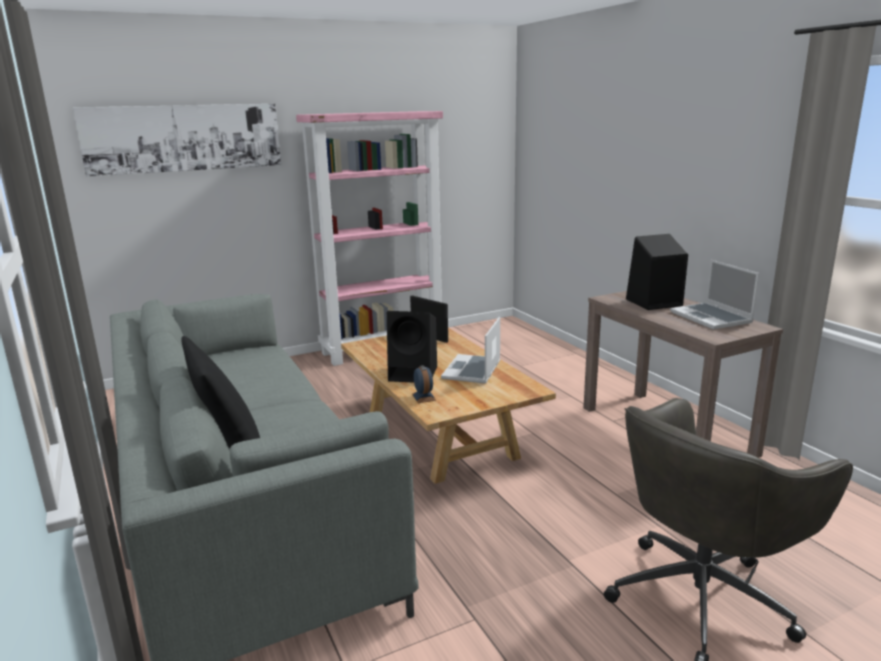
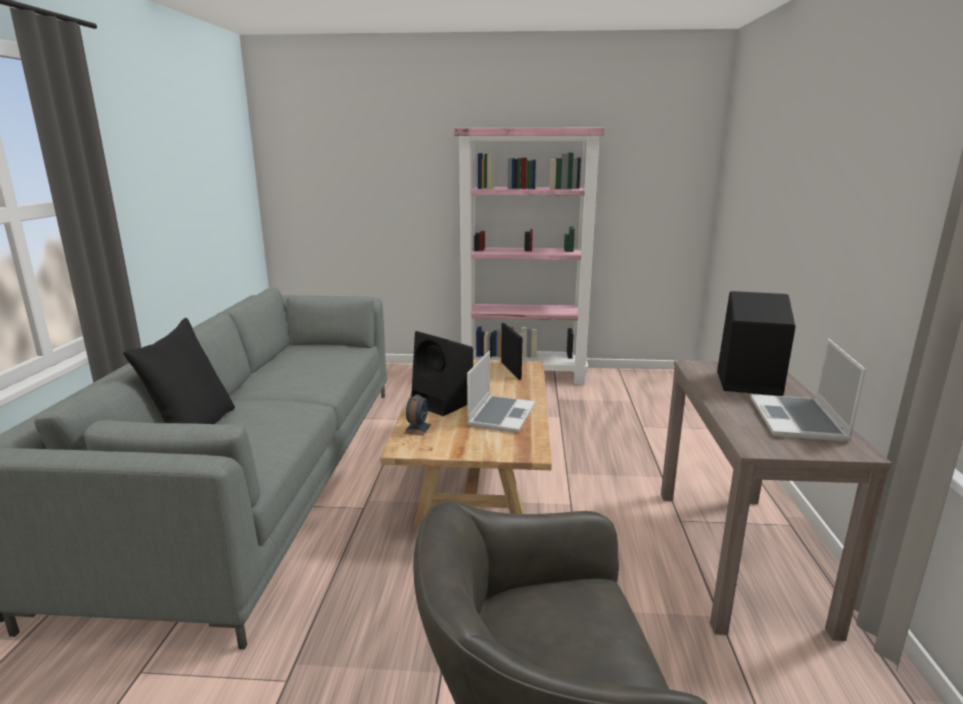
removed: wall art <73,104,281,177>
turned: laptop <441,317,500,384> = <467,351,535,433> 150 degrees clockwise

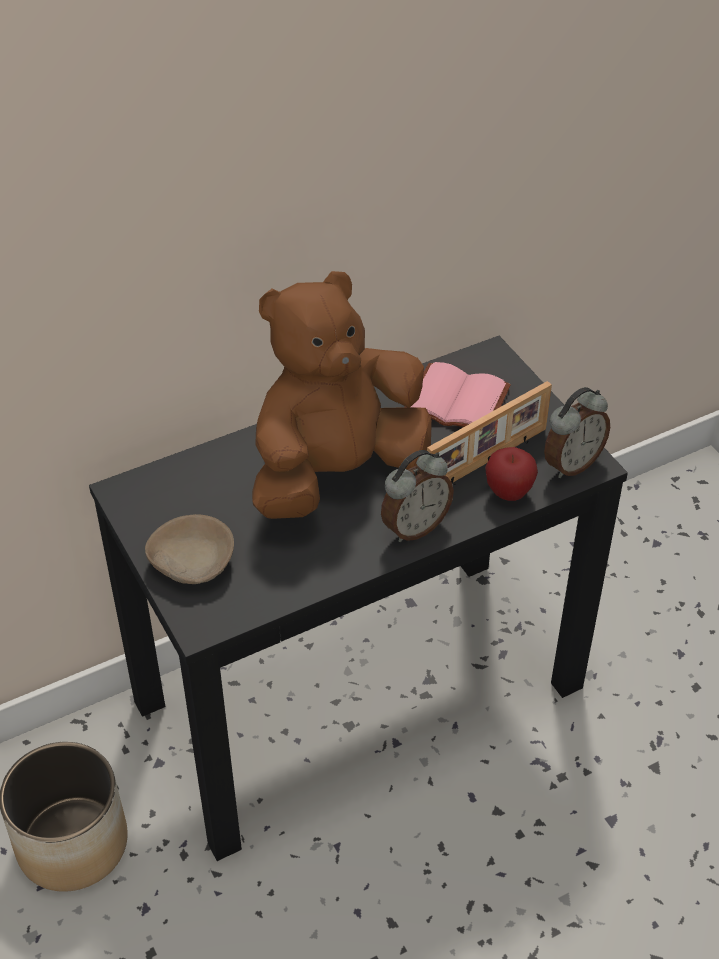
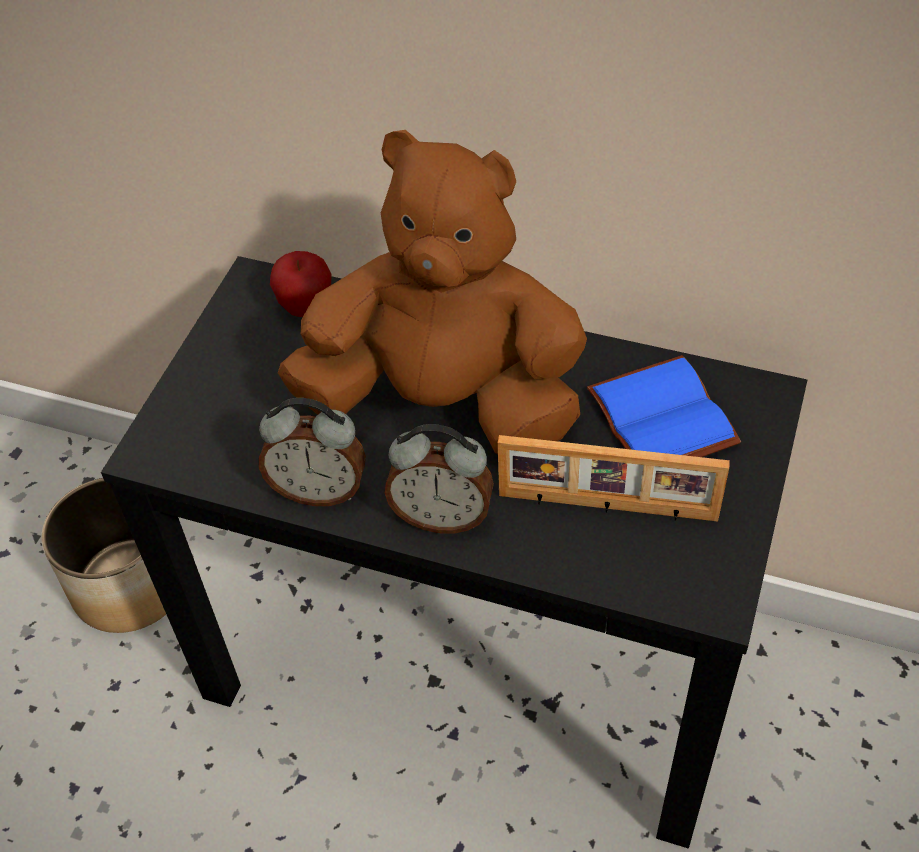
removed: deep dish/beige <145,514,234,584>
moved: alarm clock <544,387,610,478> to <259,398,366,506>; whole apple <485,447,538,501> to <270,251,331,317>
recoloured: bound book/pink <405,362,511,427> to bound book/blue-coloured <587,355,741,457>

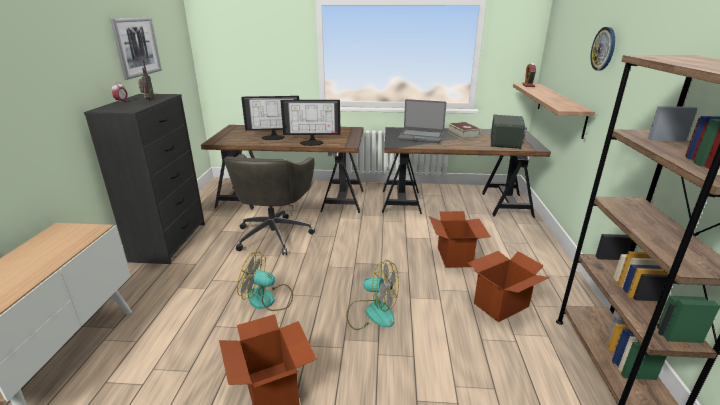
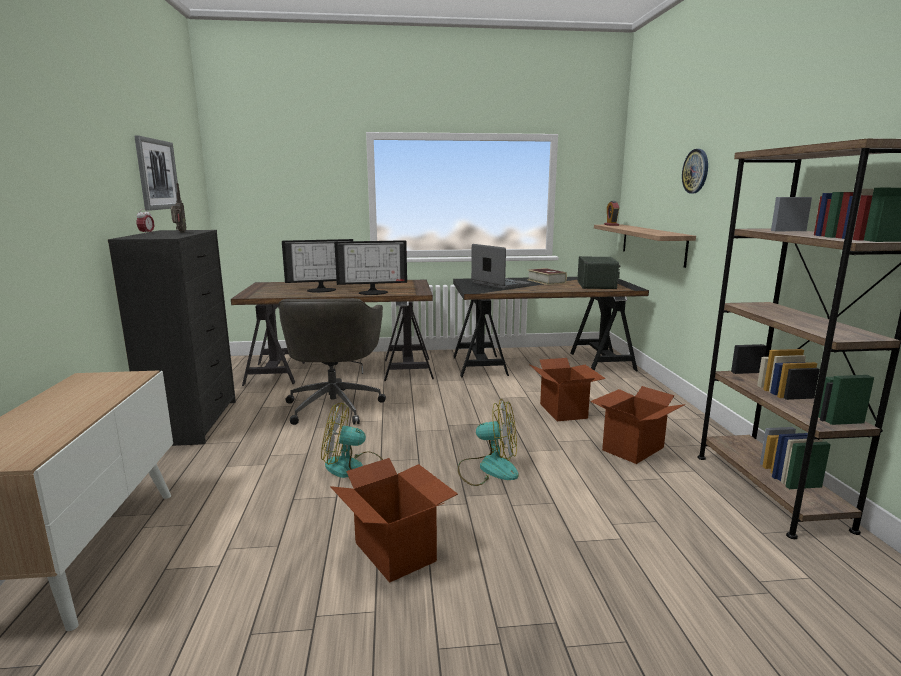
turned: laptop <398,99,446,143> = <471,244,531,289> 135 degrees counterclockwise

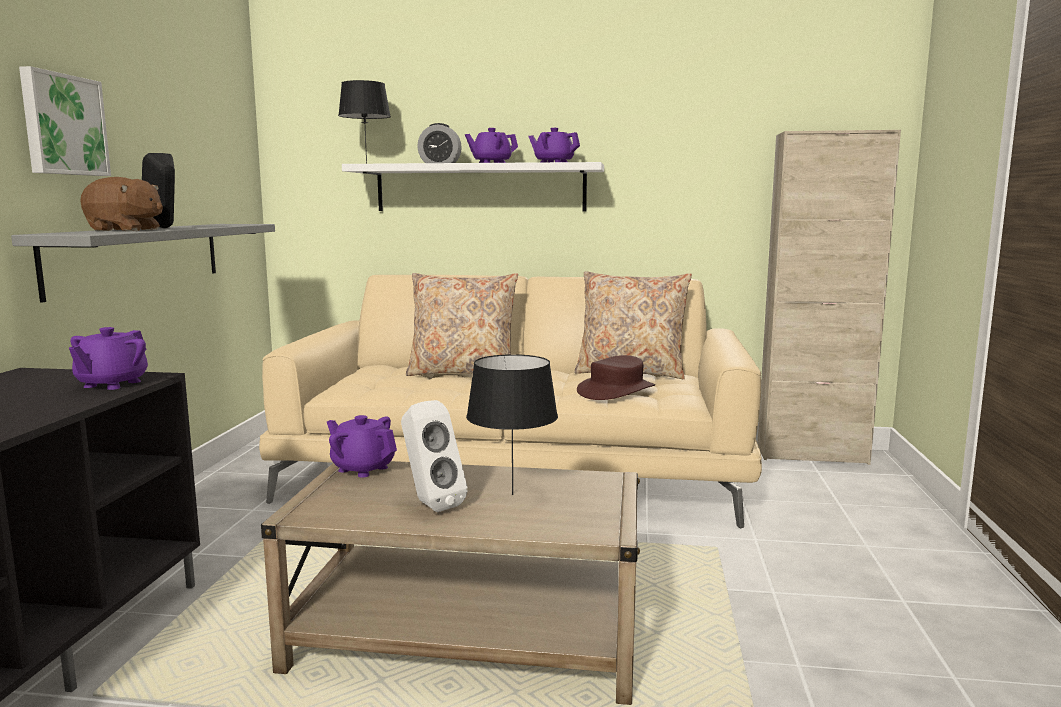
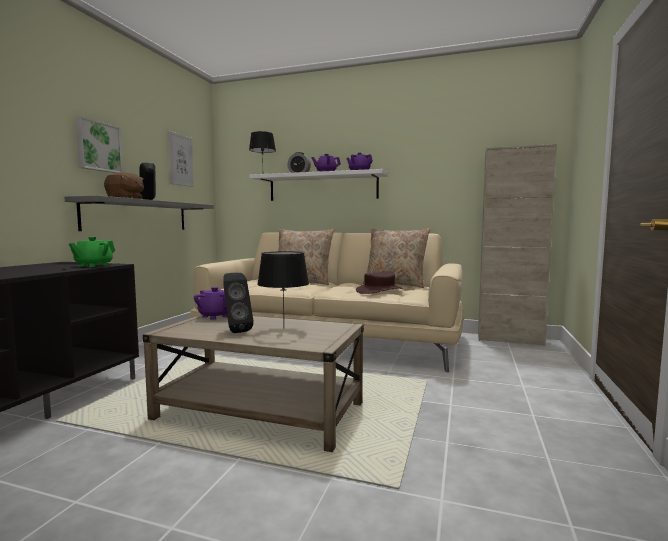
added: wall art <168,131,194,187>
recoloured: tea pot/purple <69,327,148,390> to tea pot/green-coloured <69,237,115,267>; audio speaker/white-coloured <401,400,468,513> to audio speaker/blackish <223,273,254,333>

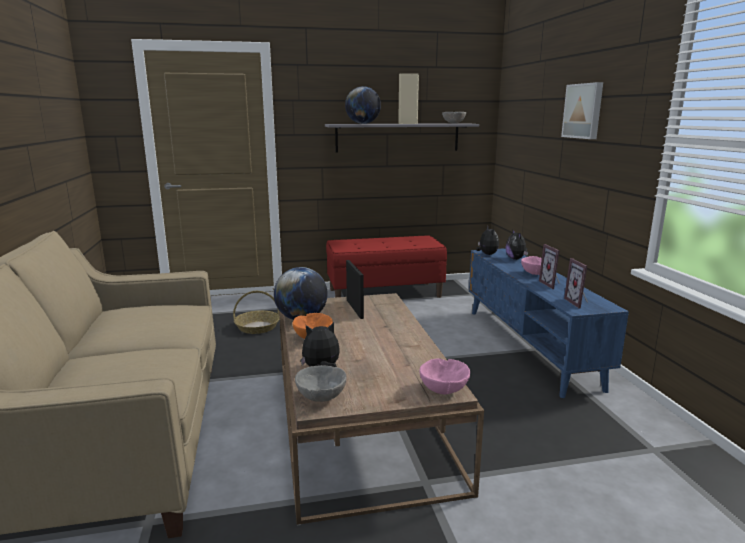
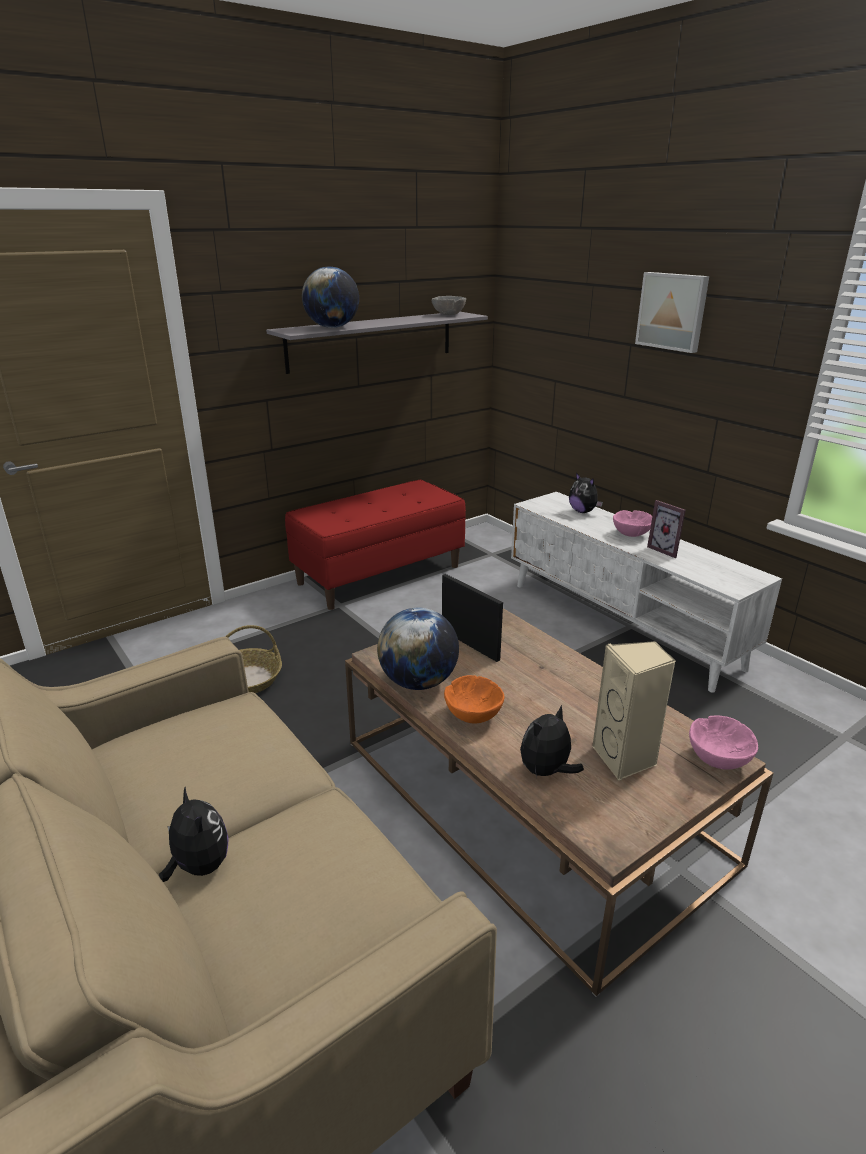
removed: deep dish/grey <295,365,346,402>; standing frame <564,258,588,308>
moved: soft toy <476,226,499,255> to <159,787,229,882>; audio speaker/beige <398,73,419,124> to <592,641,676,781>
recoloured: tv stand/blue-coloured <469,248,629,398> to tv stand/white-coloured <511,492,782,693>

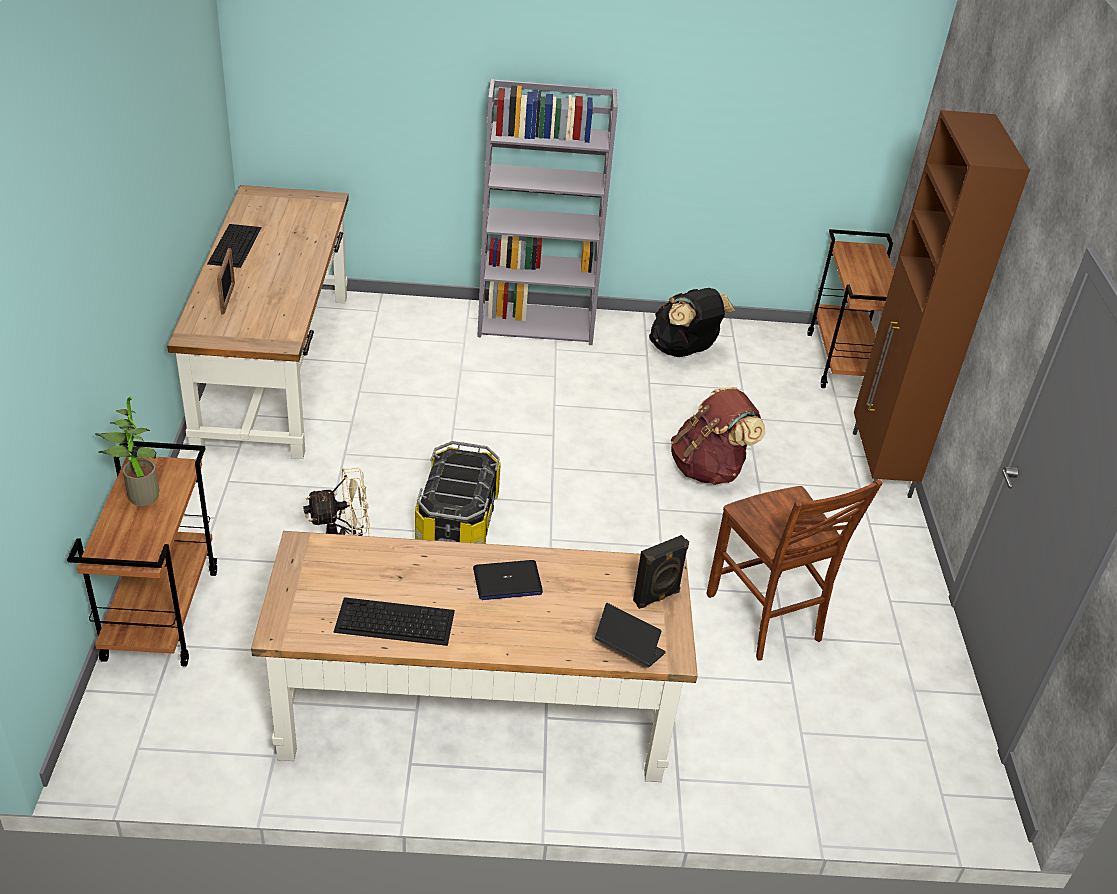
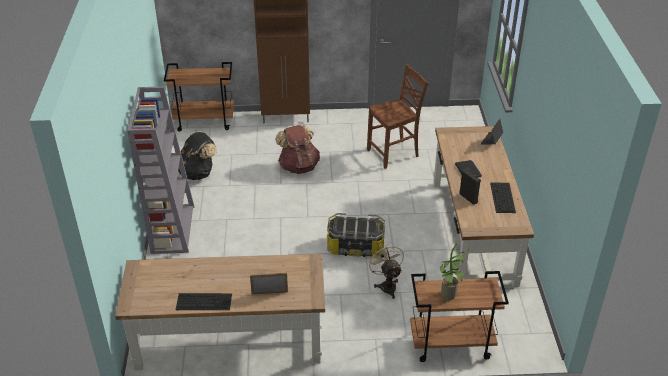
moved: audio speaker/blackish <633,535,689,609> to <459,169,481,205>

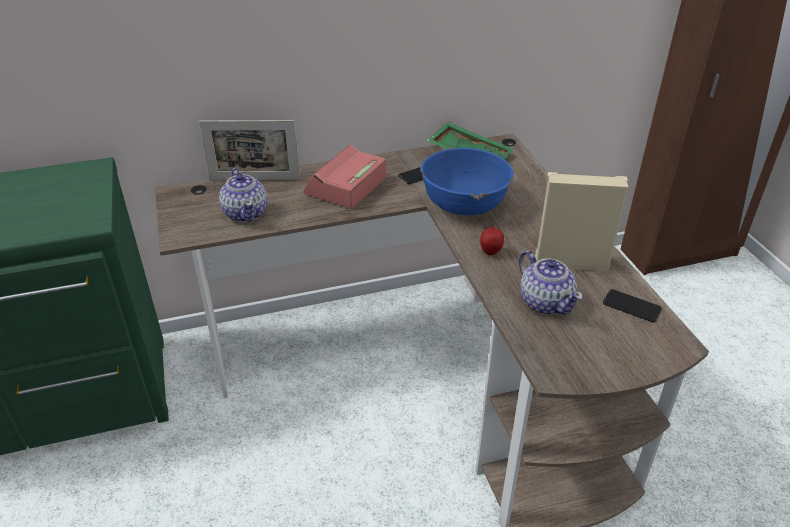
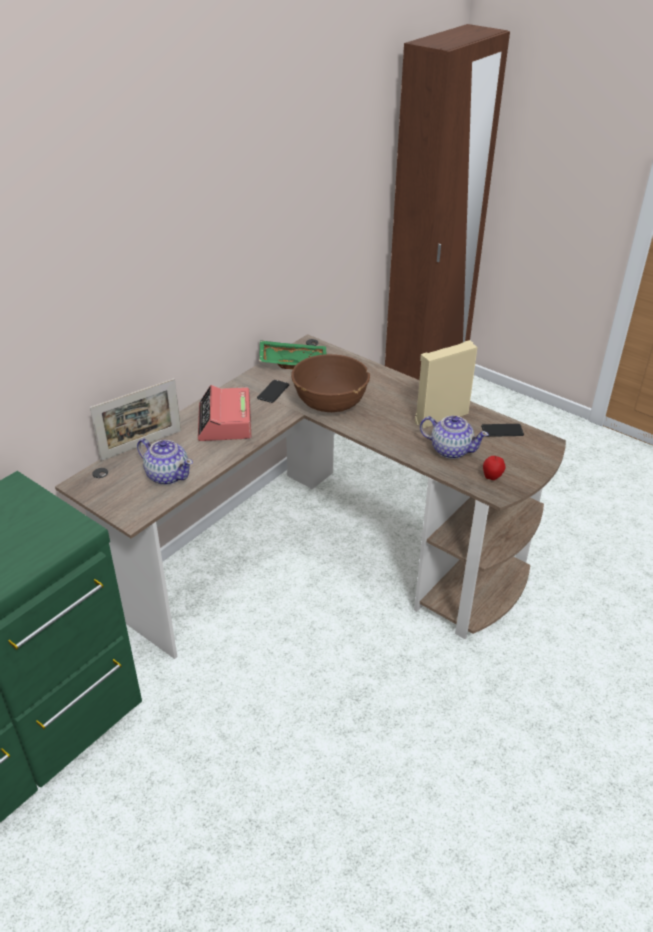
moved: whole apple <480,226,504,255> to <483,456,505,480>
recoloured: deep dish/blue-coloured <420,148,514,215> to deep dish/brown <291,354,370,412>

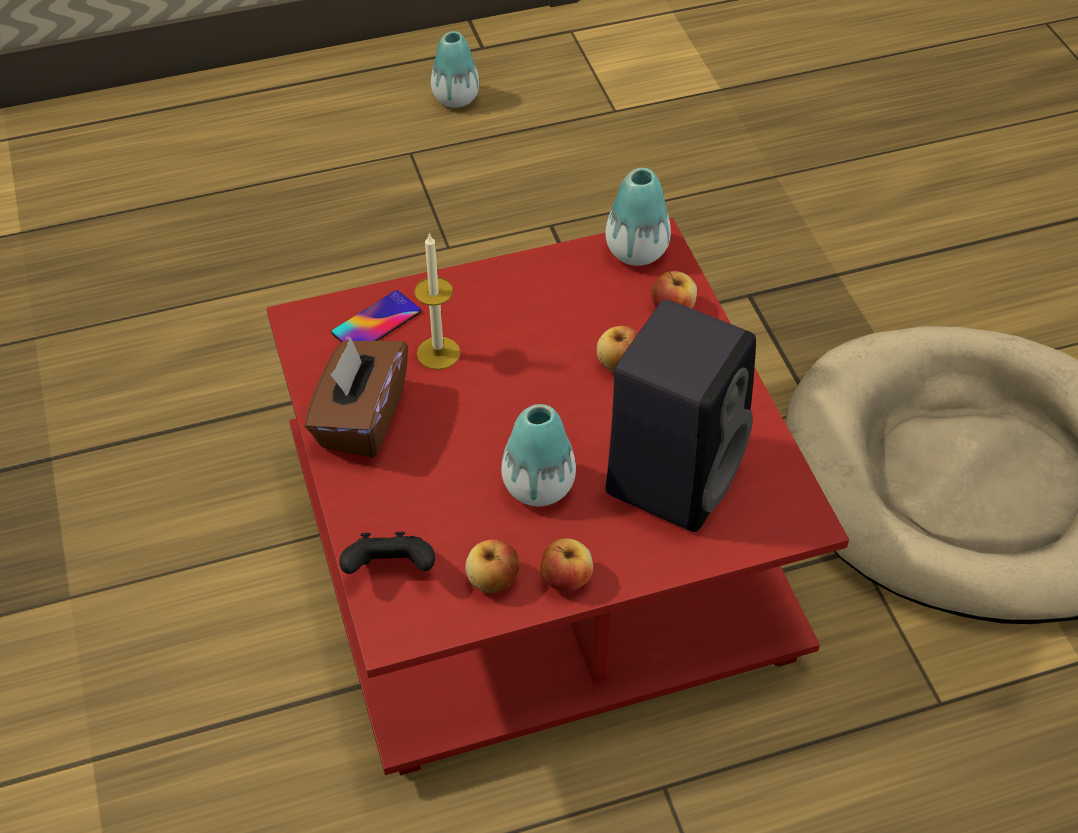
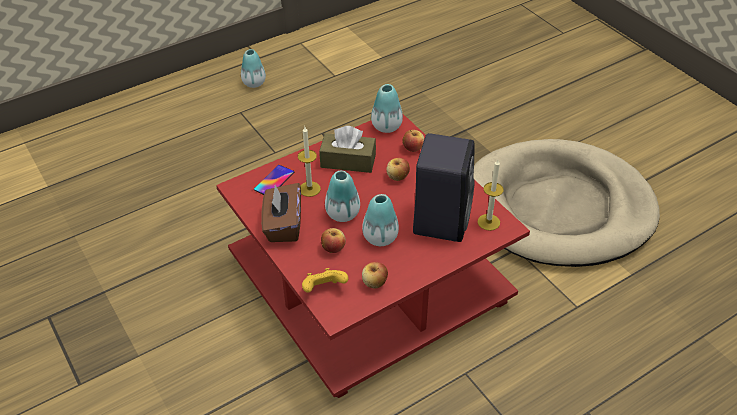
added: tissue holder/brown <319,126,376,173>; vase <325,170,360,222>; candle <477,160,504,231>
moved: whole apple <540,538,593,592> to <321,228,346,253>
recoloured: game controller/blackish <340,532,435,574> to game controller/yellow-coloured <302,268,348,293>

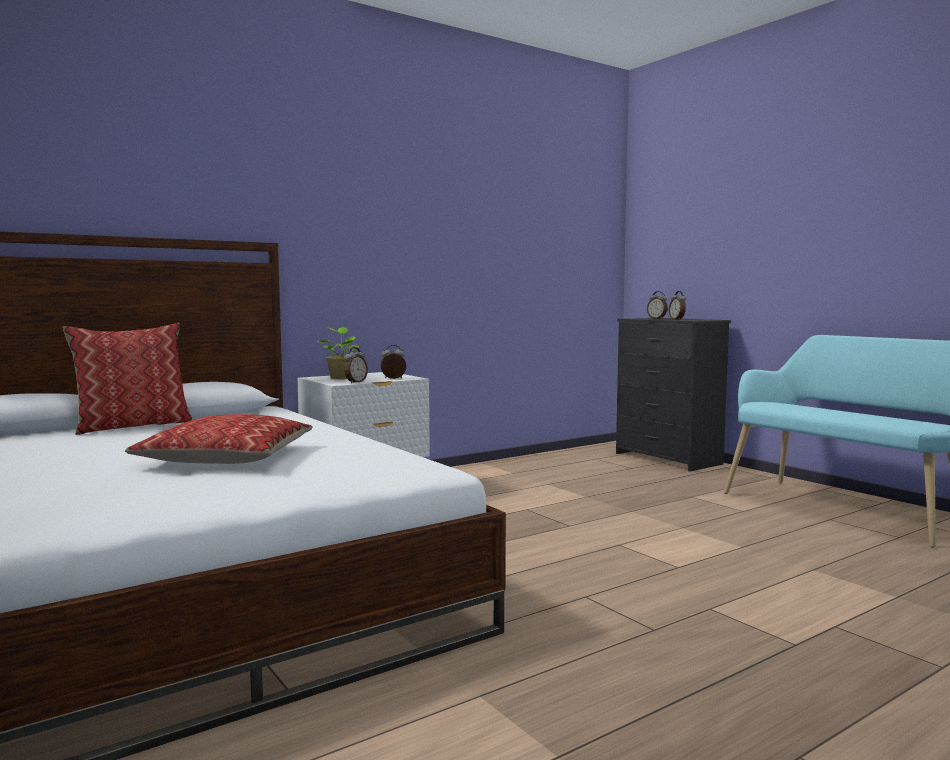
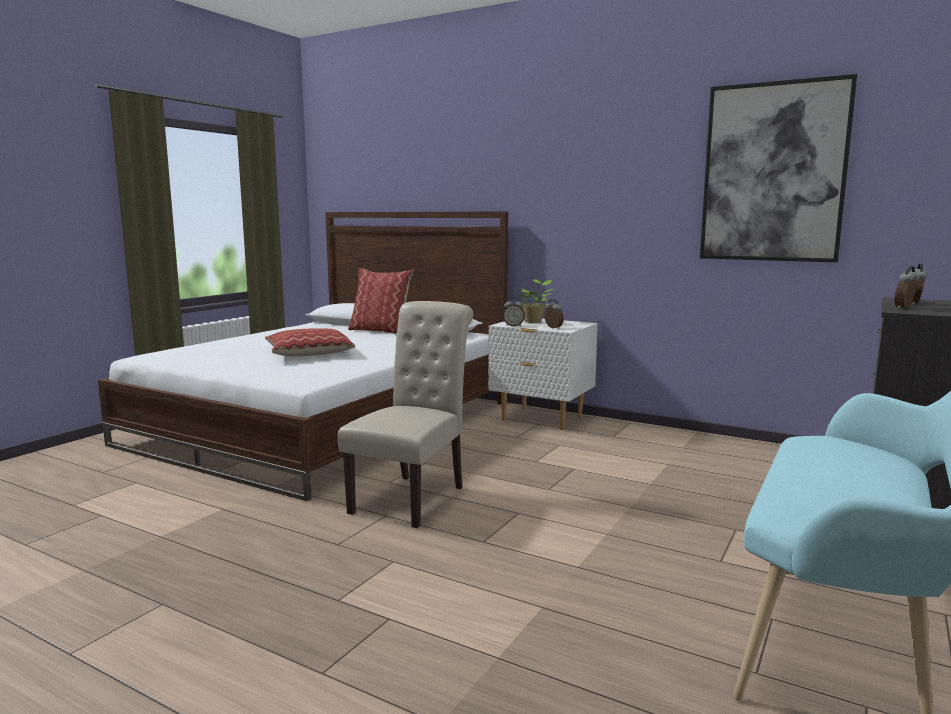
added: chair/beige <338,301,473,528>; wall art <700,74,858,262>

